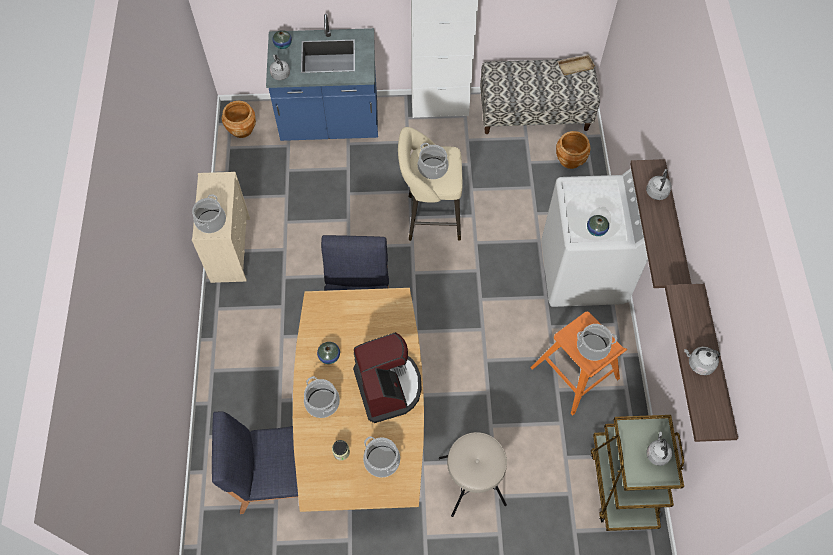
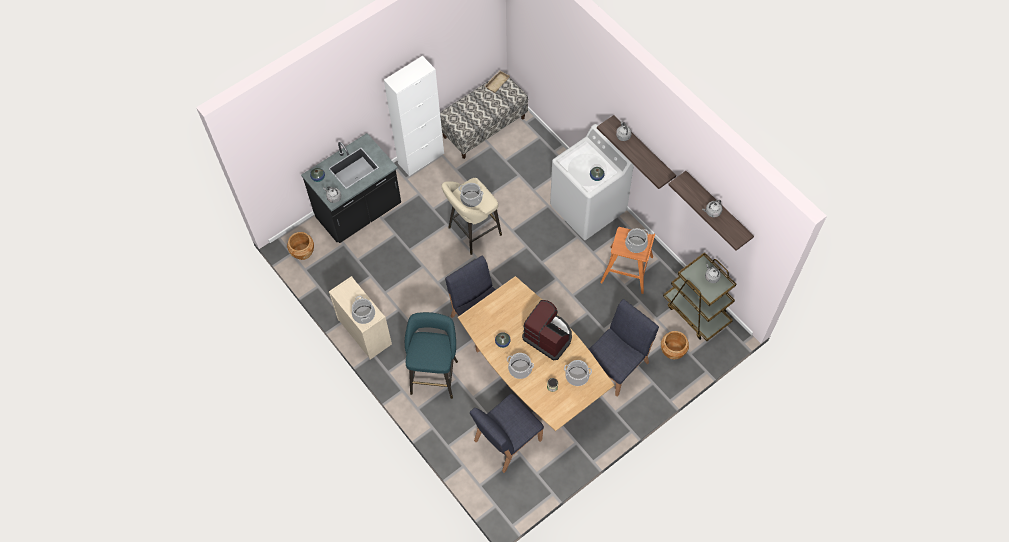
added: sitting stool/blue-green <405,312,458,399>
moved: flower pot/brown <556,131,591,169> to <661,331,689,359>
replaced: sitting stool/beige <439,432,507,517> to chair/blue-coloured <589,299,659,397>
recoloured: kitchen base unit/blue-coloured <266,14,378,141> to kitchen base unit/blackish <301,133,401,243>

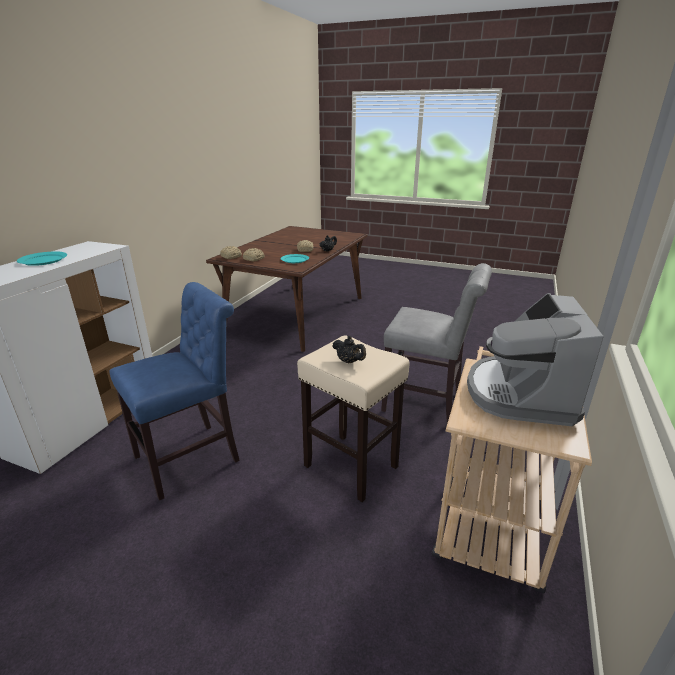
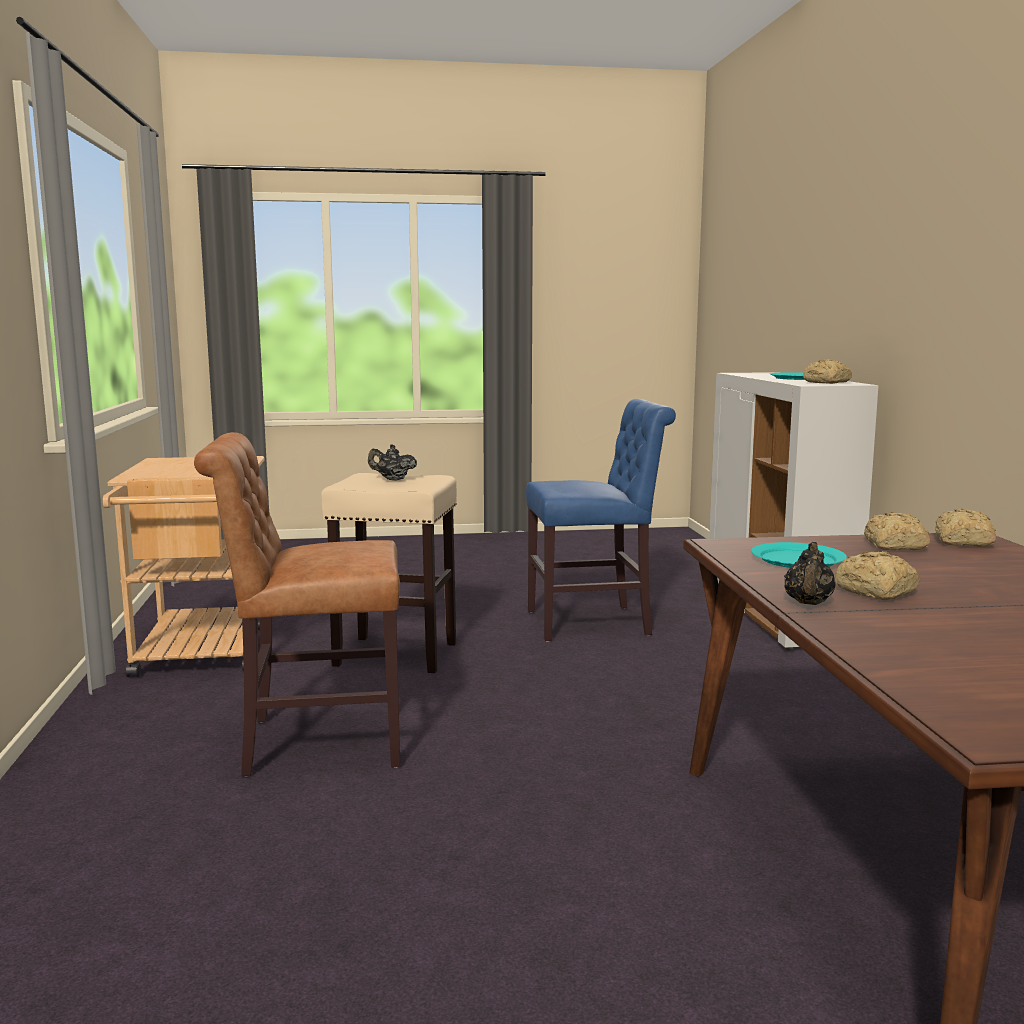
removed: coffee maker <467,293,604,426>
added: baked bread <803,359,852,384>
recoloured: chair/grey <381,263,492,423> to chair/brown <194,432,400,777>
turned: chair/blue-coloured <110,282,240,501> = <526,399,676,642> 120 degrees counterclockwise

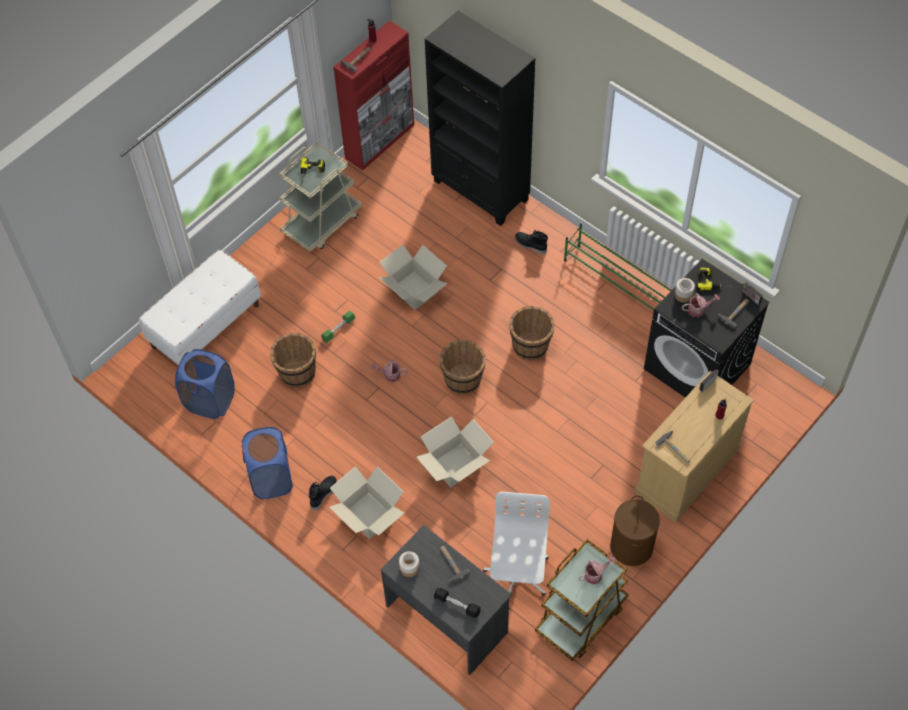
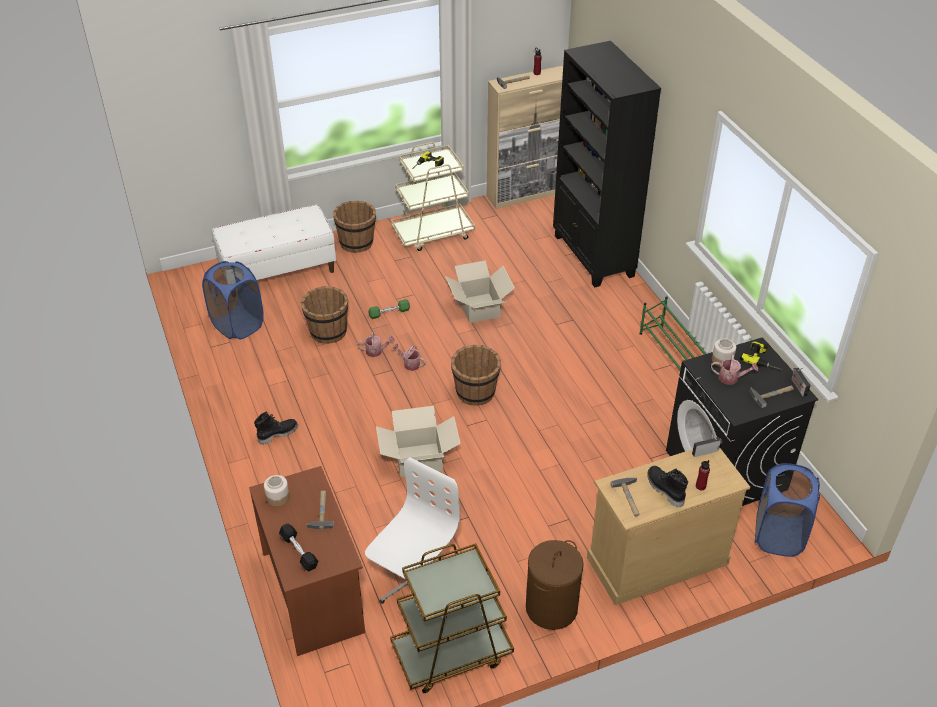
removed: packing box <329,466,404,539>
moved: bucket/brown <509,306,555,361> to <333,201,376,253>; sprinkling can <579,555,616,584> to <357,332,395,357>; high-top boot/blackish <515,230,548,254> to <647,466,688,507>; washing basket/blue-coloured <242,427,293,499> to <755,463,820,557>
recoloured: desk/grey <380,525,512,675> to desk/brown <249,466,365,656>; cabinet/red <333,20,414,170> to cabinet/beige <487,66,563,209>

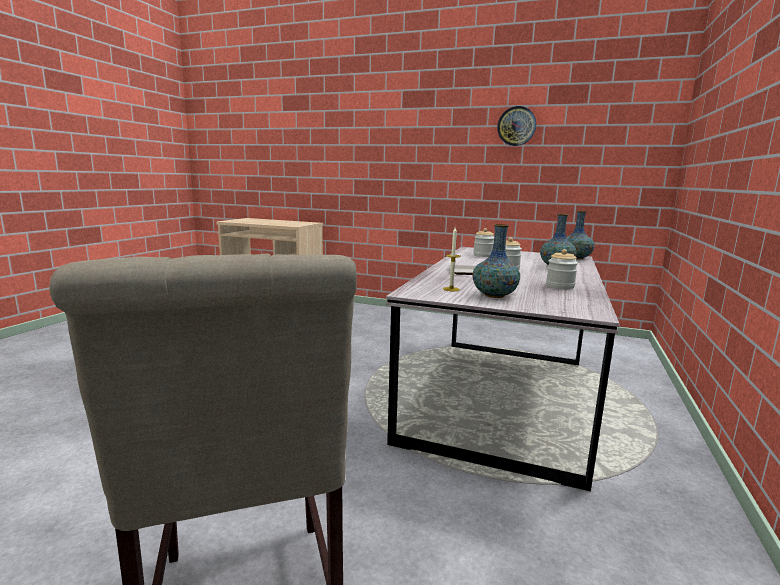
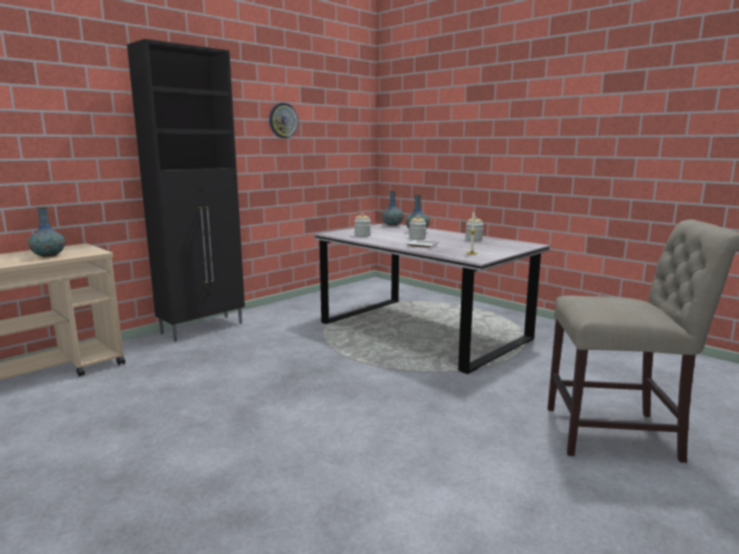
added: cabinet/blackish <127,39,245,342>
moved: vase <472,224,520,298> to <28,207,65,257>

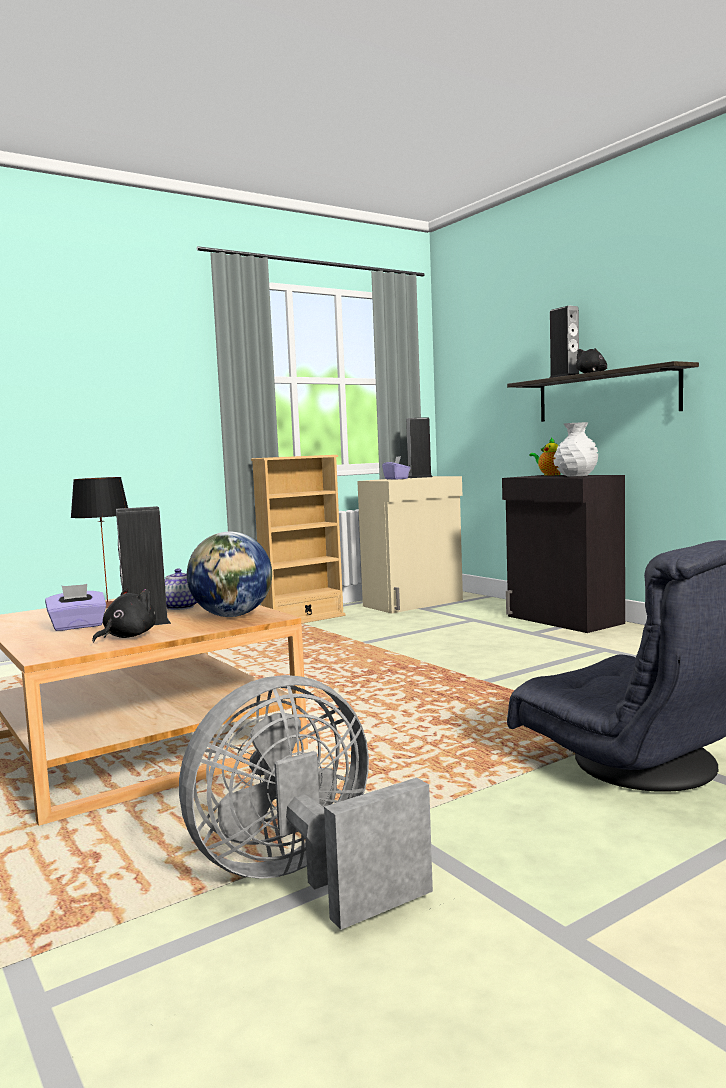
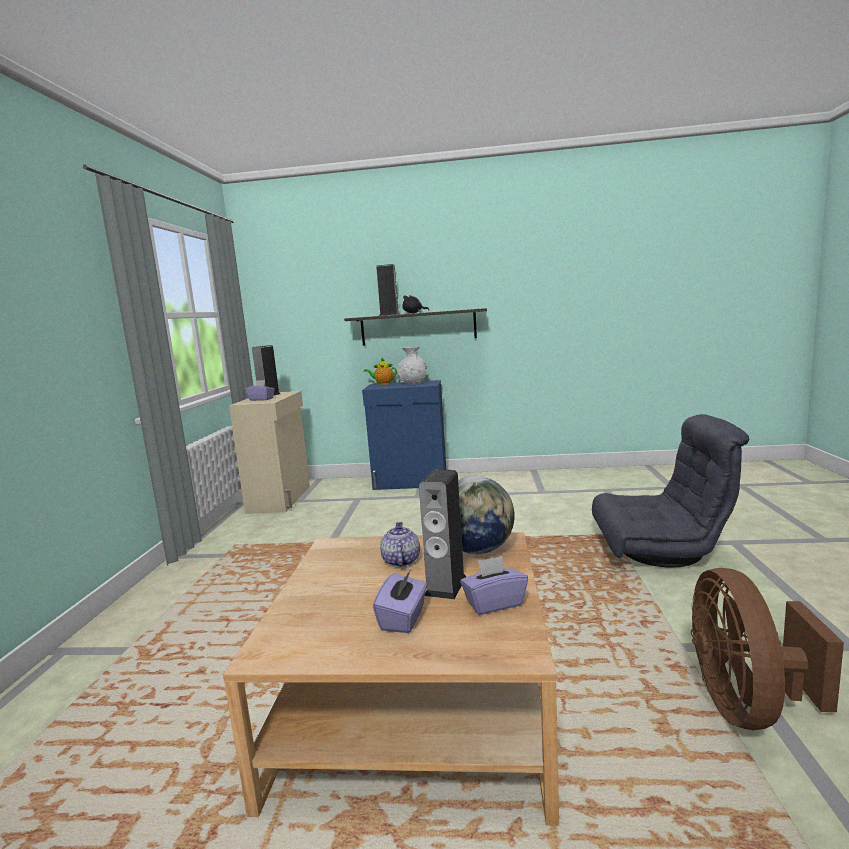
removed: tabletop lamp <70,477,128,608>; bookcase/beige <251,455,346,623>
replaced: soft toy/blackish <92,588,156,642> to tissue holder/purple <460,556,528,615>
recoloured: cabinet/blackish <502,475,625,633> to cabinet/blue-coloured <362,380,446,490>; electric fan/grey <179,675,433,930> to electric fan/brown <691,568,844,730>

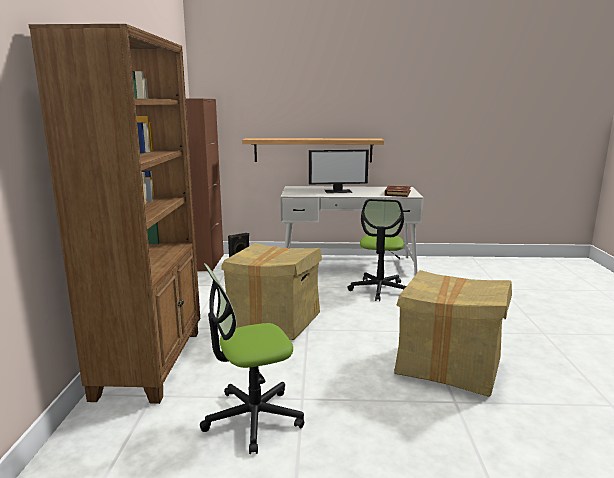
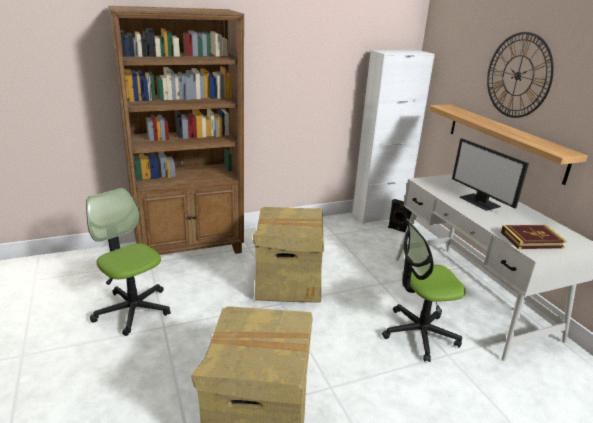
added: clock on the wall <487,32,554,118>
recoloured: cabinet/brown <186,99,224,271> to cabinet/white-coloured <352,50,435,224>

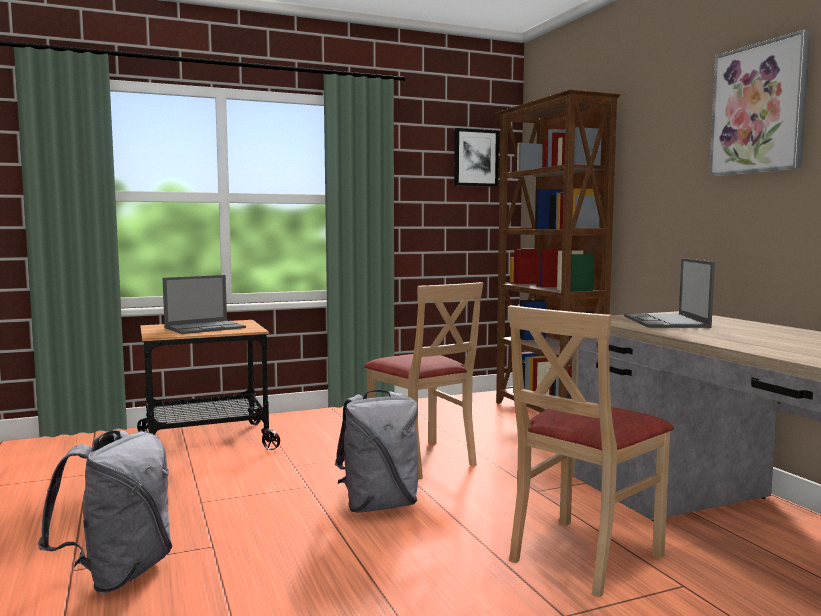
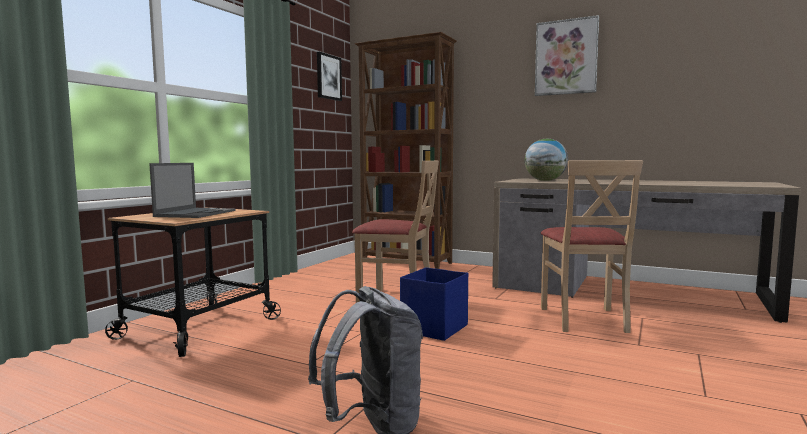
replaced: knapsack/grey <335,390,418,512> to storage box/blue-coloured <400,267,468,341>; laptop <624,258,715,328> to globe <524,139,568,181>

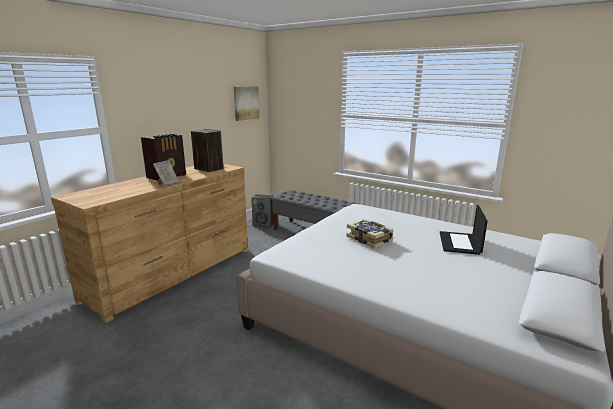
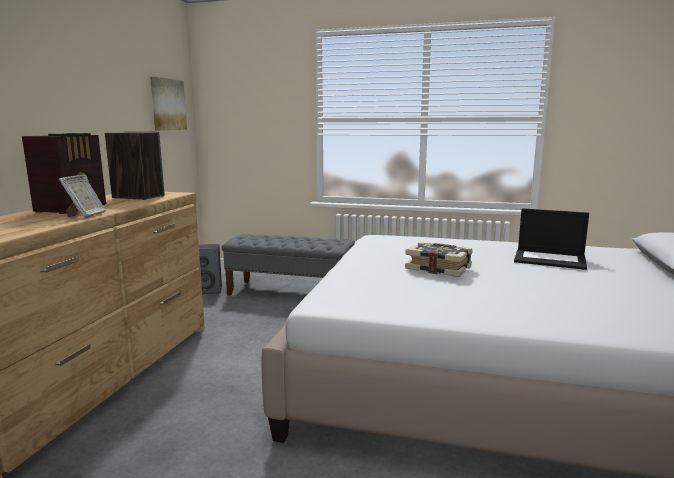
turned: laptop <440,205,488,255> = <514,208,589,270> 60 degrees counterclockwise

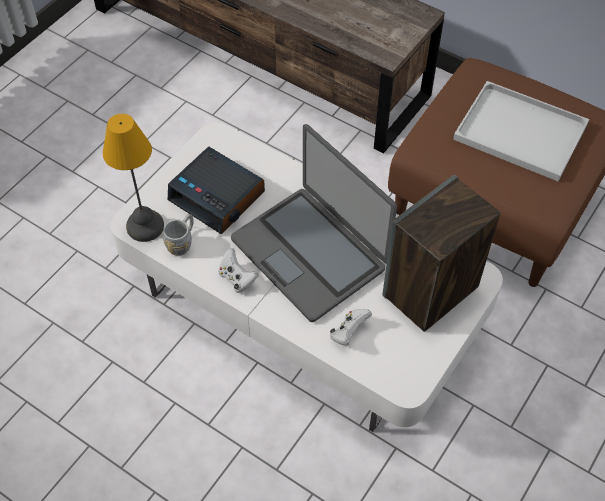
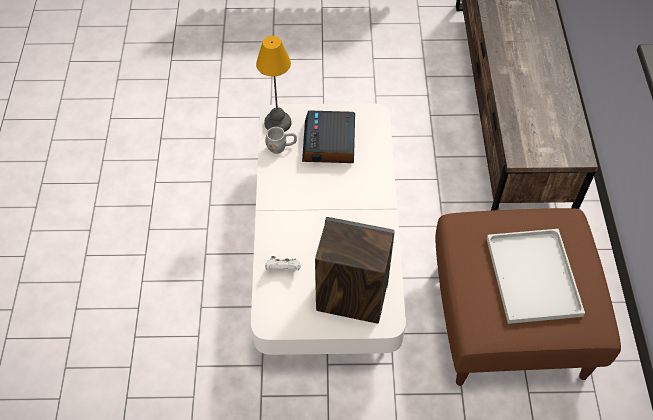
removed: game controller/white-coloured <218,248,258,293>; laptop <231,124,397,322>

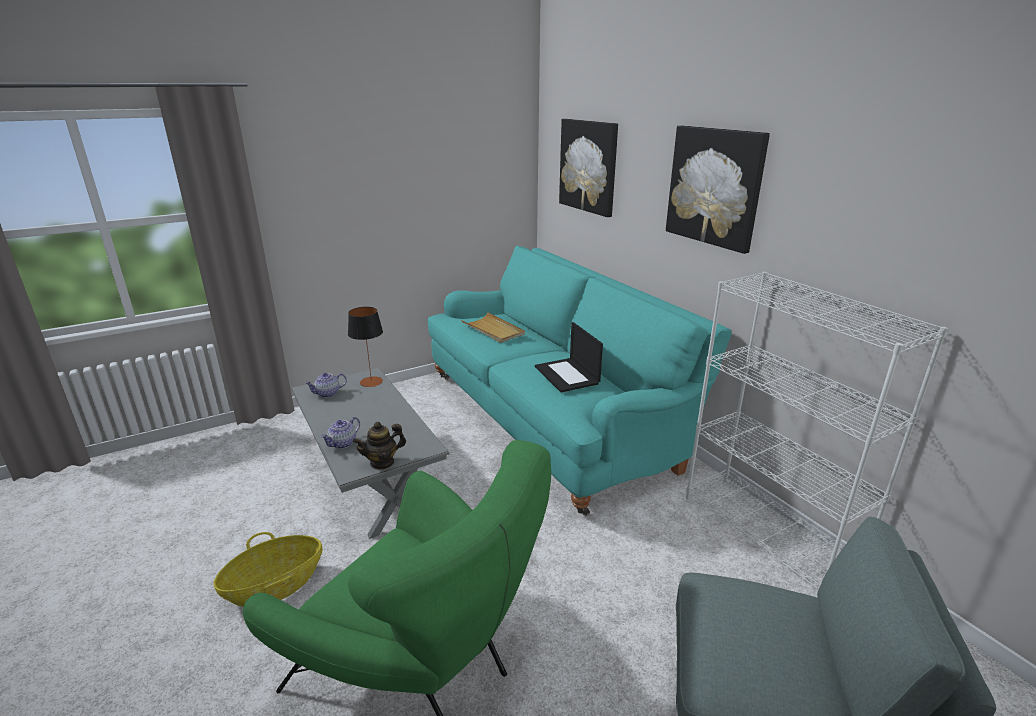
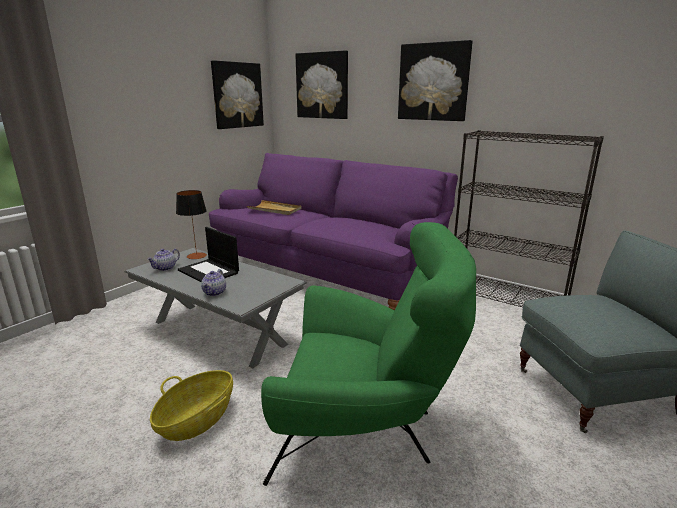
removed: tea pot <353,422,406,470>
added: wall art <211,60,264,129>
moved: laptop <535,322,603,392> to <178,227,239,282>
recoloured: settee/blue-green <428,246,732,516> to settee/purple <209,153,458,310>; bookcase/white-coloured <686,272,948,590> to bookcase/blackish <454,130,604,307>

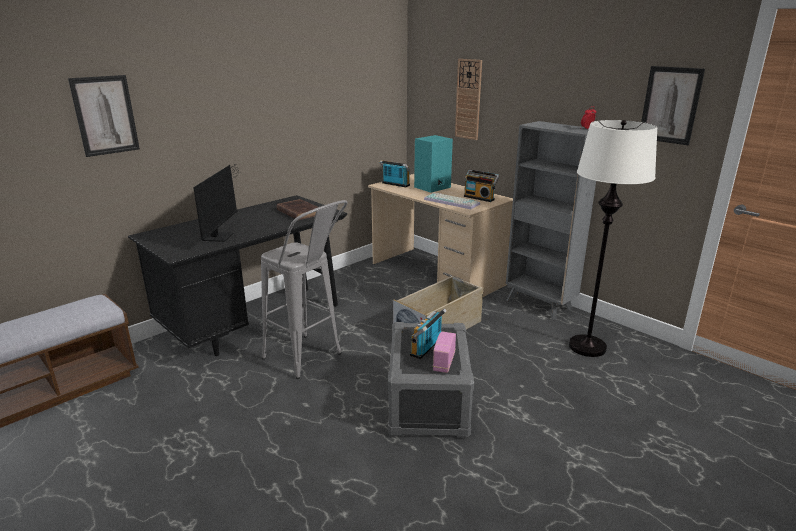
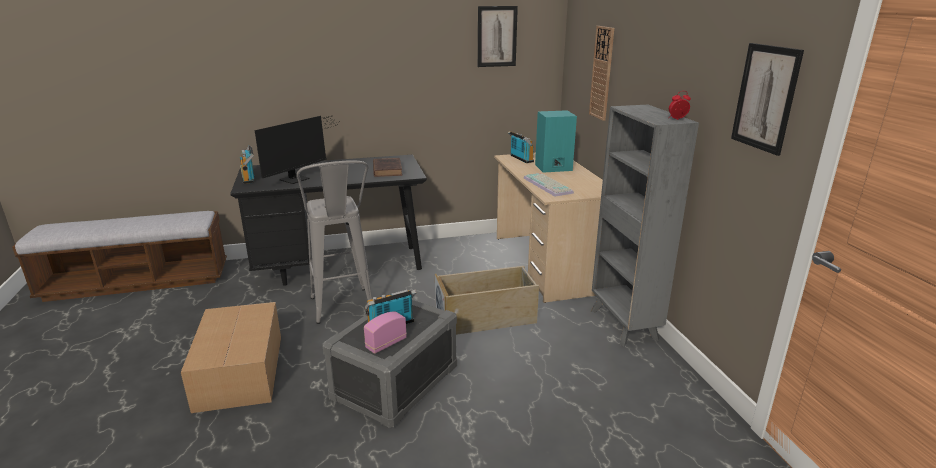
removed: standing lamp/white-coloured <569,120,657,357>
added: packing box <181,302,281,413>
moved: radio set <464,170,499,202> to <240,145,254,184>; wall art <68,75,140,157> to <478,6,518,67>

